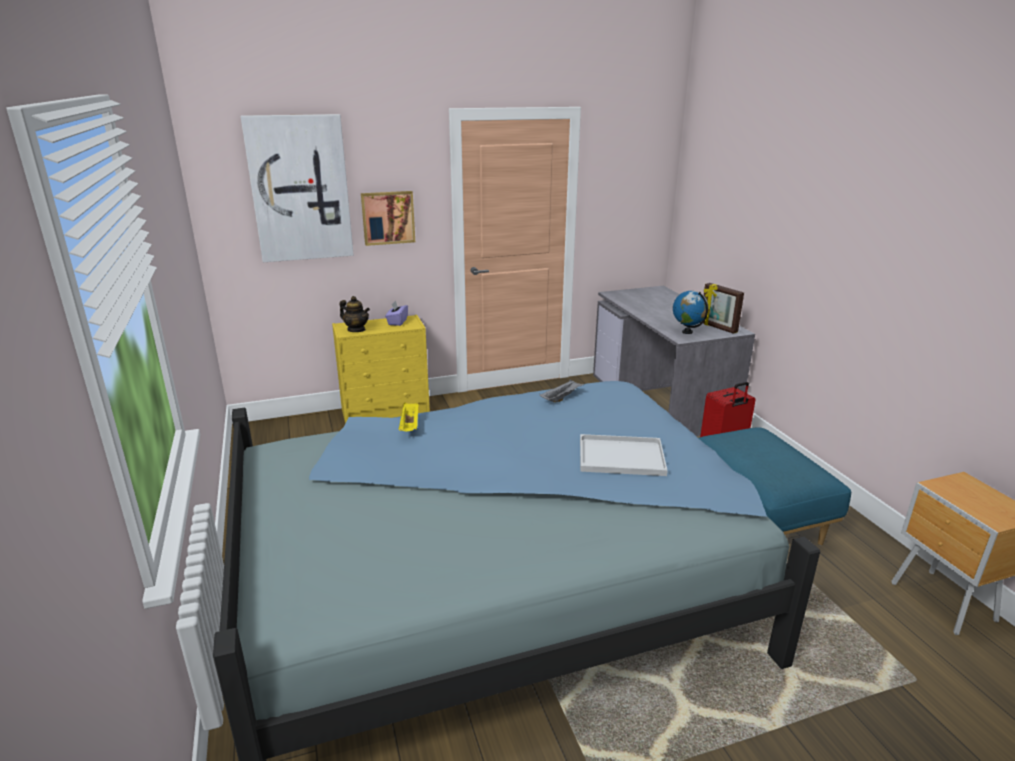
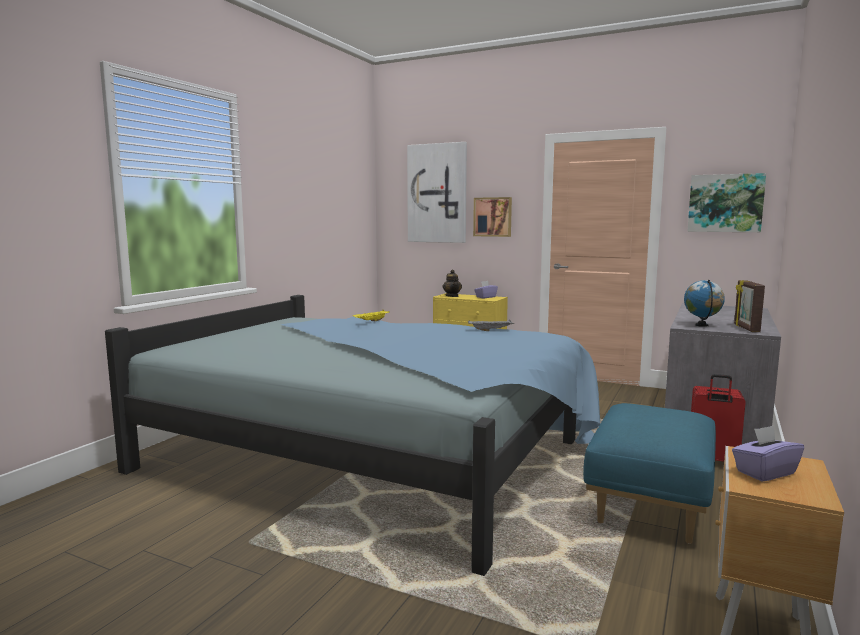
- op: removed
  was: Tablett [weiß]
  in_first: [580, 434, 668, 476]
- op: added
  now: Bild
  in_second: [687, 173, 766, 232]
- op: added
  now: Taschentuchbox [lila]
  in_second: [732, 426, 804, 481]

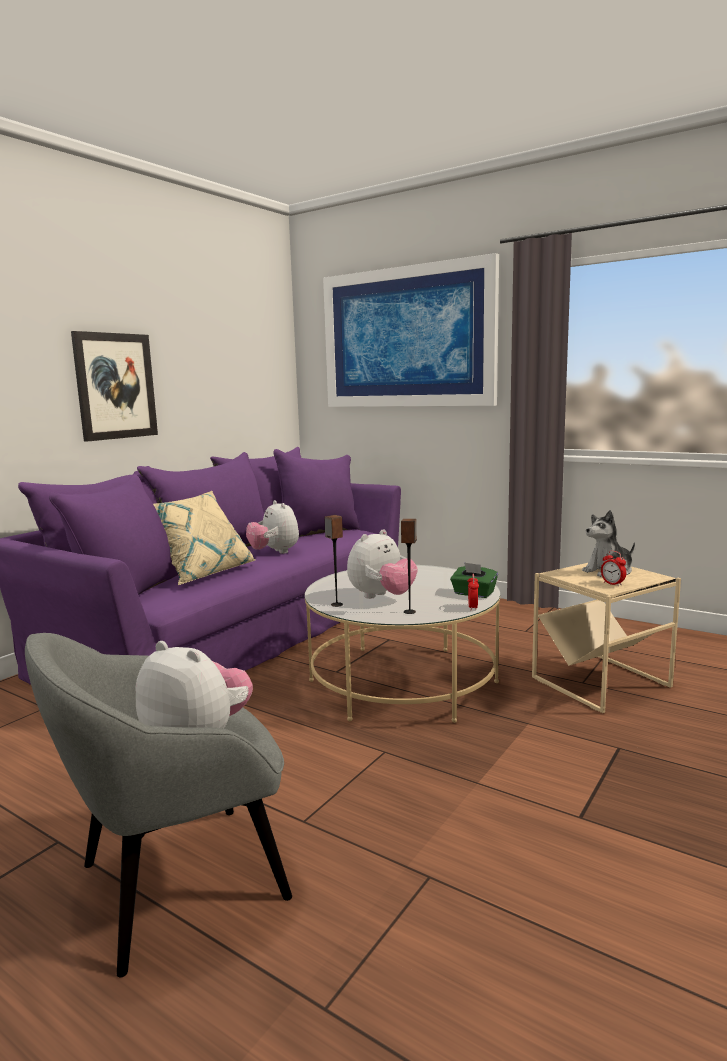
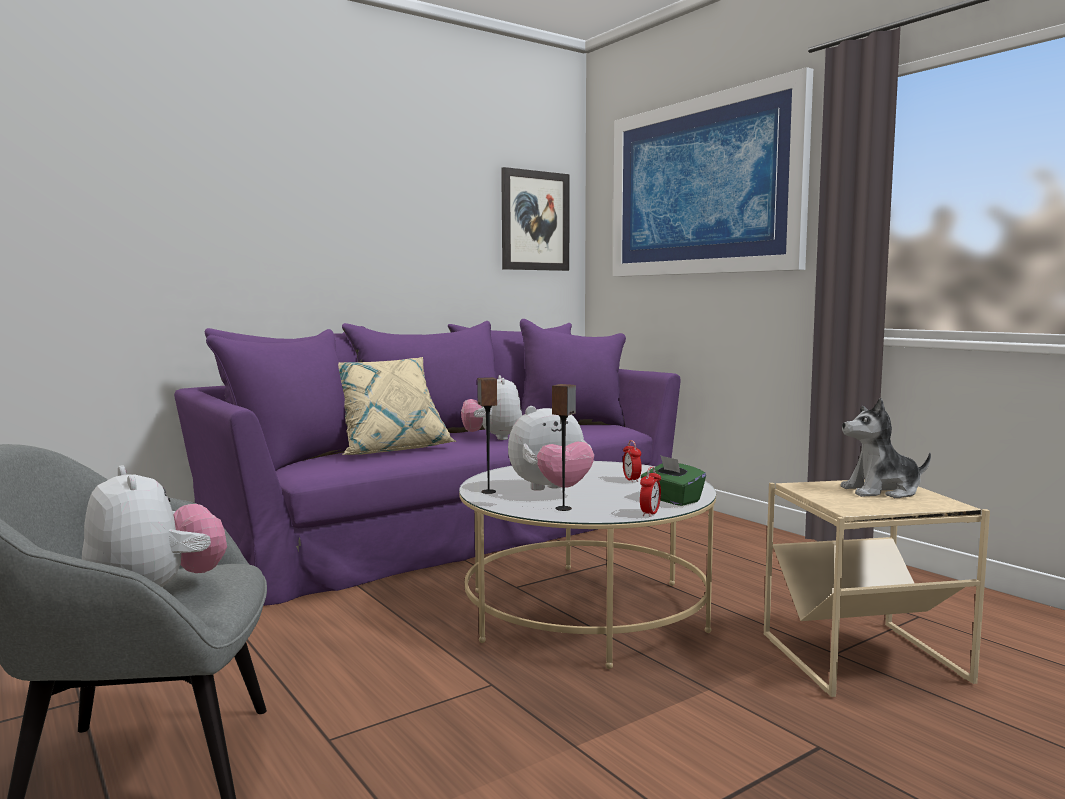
- op: moved
  was: Bild
  in_first: [71, 331, 158, 442]
  in_second: [501, 167, 569, 271]
- op: moved
  was: Wecker
  in_first: [601, 551, 626, 586]
  in_second: [623, 440, 642, 483]

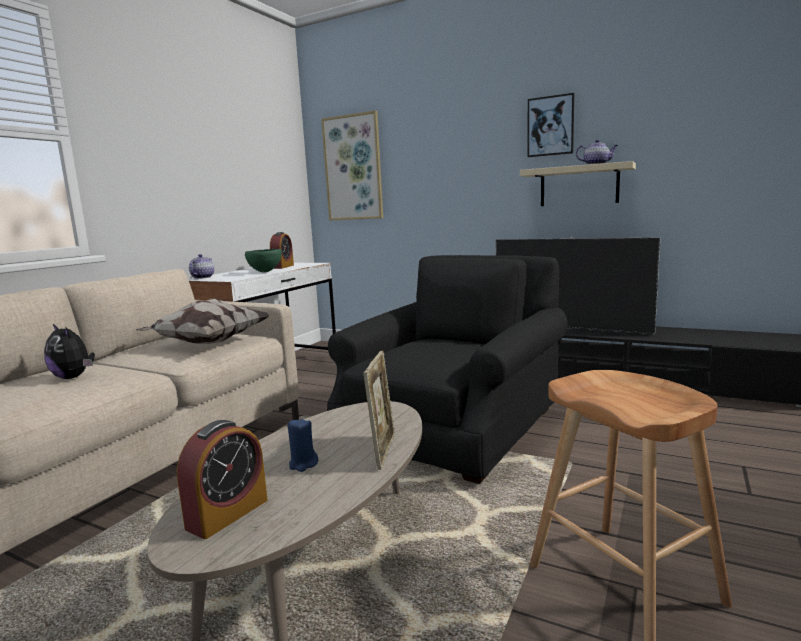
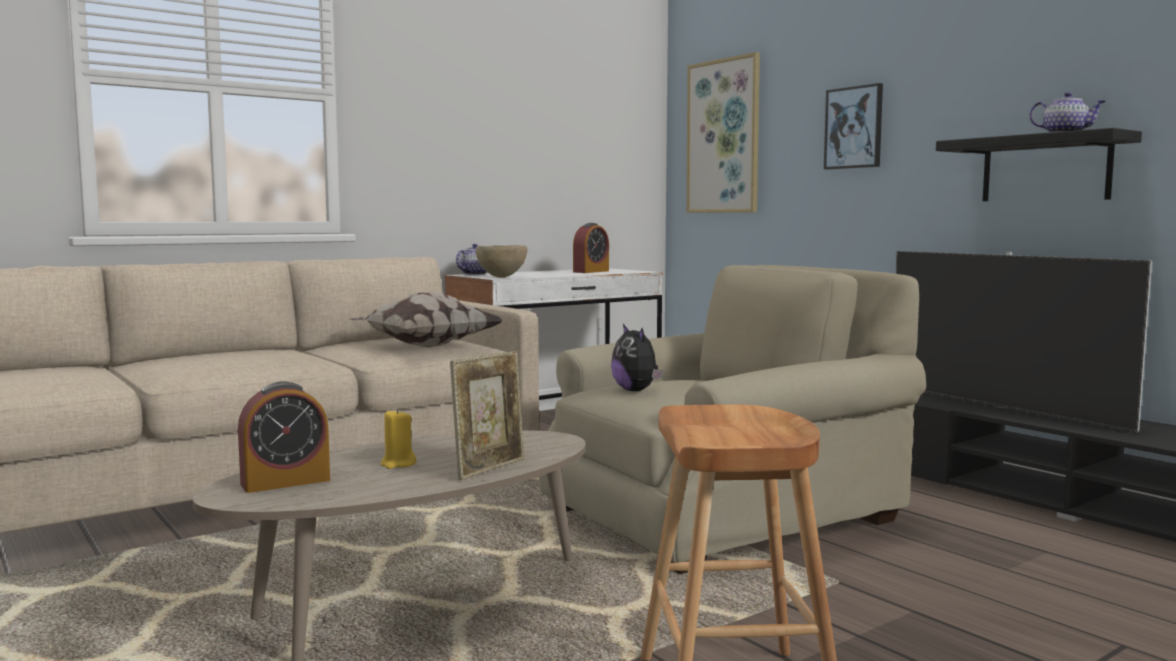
- op: removed
  was: Schüssel [grün]
  in_first: [245, 249, 282, 273]
- op: added
  now: Schüssel [braun]
  in_second: [475, 245, 527, 278]
- op: moved
  was: Plüschtier
  in_first: [44, 324, 95, 379]
  in_second: [611, 324, 663, 391]
- op: moved
  was: Bild
  in_first: [527, 93, 574, 157]
  in_second: [824, 83, 883, 170]
- op: recoloured
  was: Kerze [blau]
  now: Kerze [gelb]
  in_first: [288, 418, 318, 472]
  in_second: [381, 409, 416, 469]
- op: recoloured
  was: Sessel [schwarz]
  now: Sessel [beige]
  in_first: [327, 255, 568, 484]
  in_second: [539, 265, 926, 574]
- op: recoloured
  was: Wandregal [beige]
  now: Wandregal [schwarz]
  in_first: [520, 161, 636, 206]
  in_second: [936, 128, 1142, 201]

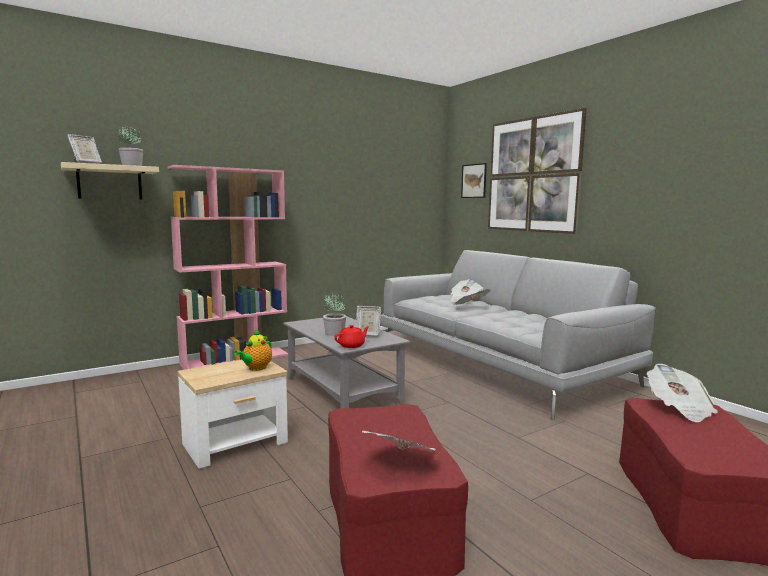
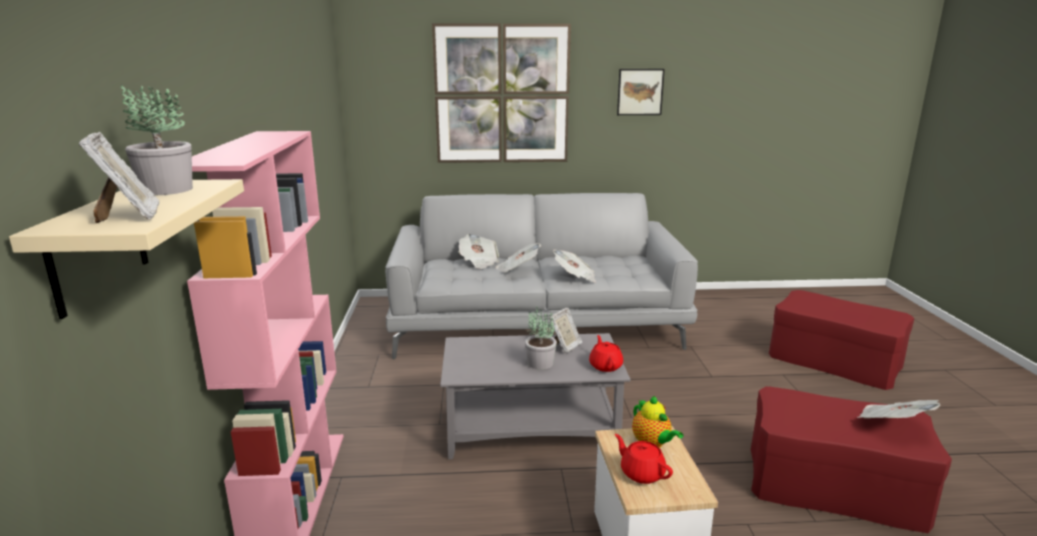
- op: added
  now: Teekanne [rot]
  in_second: [615, 434, 673, 484]
- op: moved
  was: Bild
  in_first: [461, 163, 487, 198]
  in_second: [617, 69, 665, 115]
- op: moved
  was: Zeitung
  in_first: [647, 364, 718, 422]
  in_second: [553, 250, 596, 282]

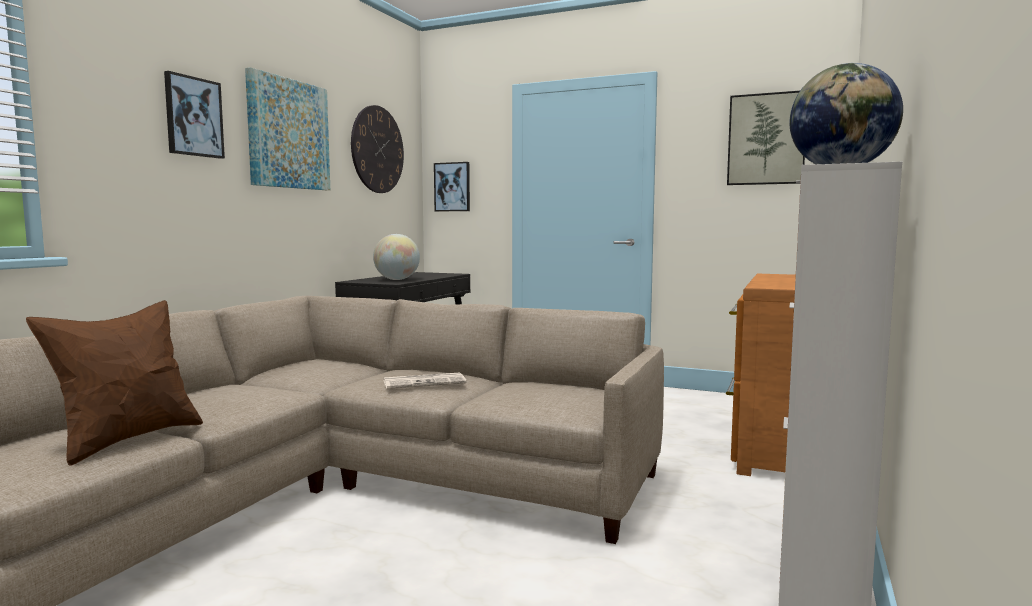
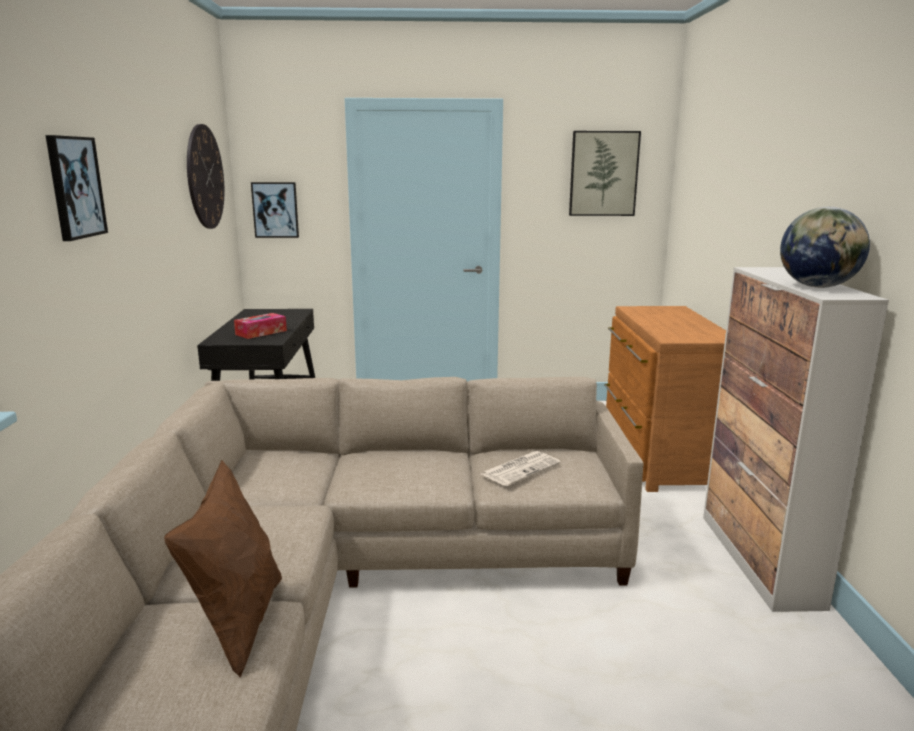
- op: removed
  was: Bild
  in_first: [245, 67, 330, 190]
- op: moved
  was: Zeitung
  in_first: [383, 372, 467, 389]
  in_second: [481, 451, 561, 486]
- op: replaced
  was: Globus
  now: Taschentuchbox
  in_first: [373, 234, 420, 280]
  in_second: [234, 313, 287, 339]

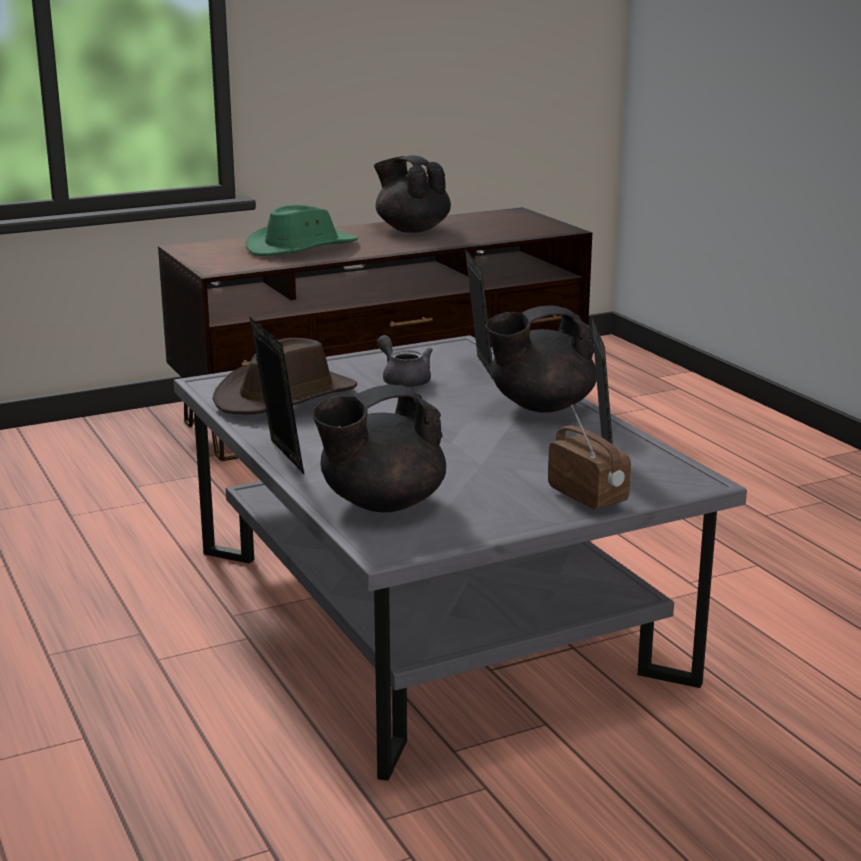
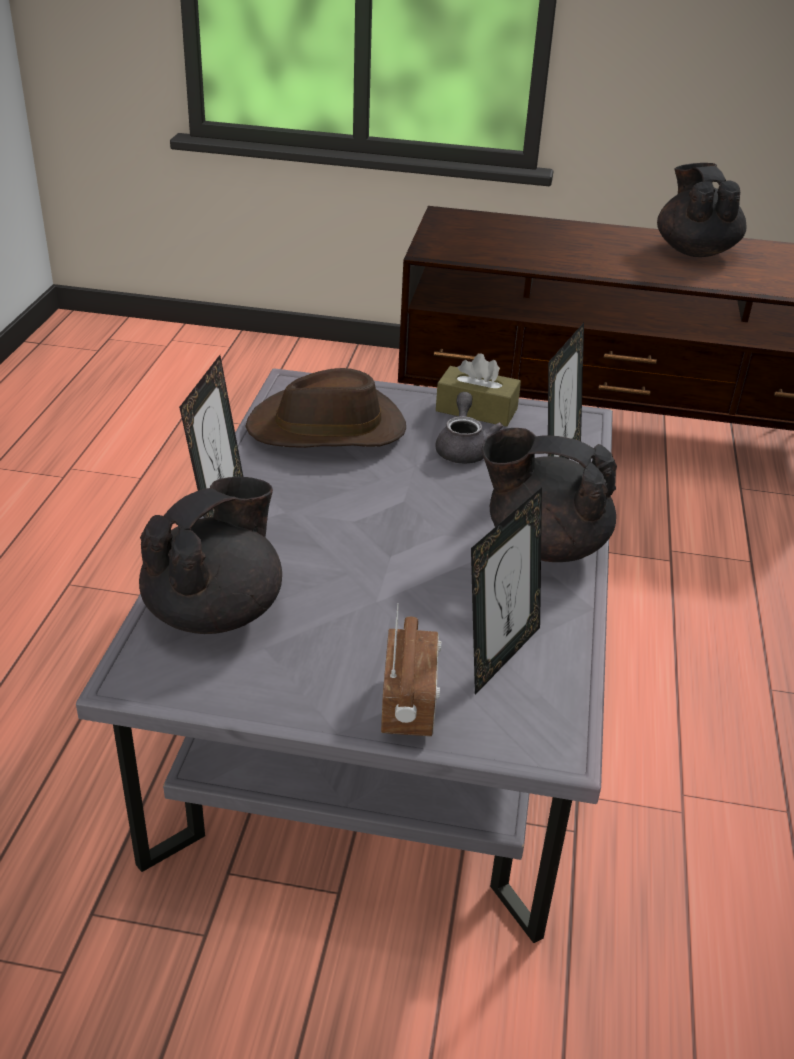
- op: removed
  was: Hut [grün]
  in_first: [246, 205, 358, 256]
- op: added
  now: Taschentuchbox [braun]
  in_second: [436, 353, 521, 427]
- op: turned
  was: Teekanne [schwarz]
  in_first: [312, 384, 446, 512]
  in_second: [139, 477, 282, 634]
  clockwise: 120

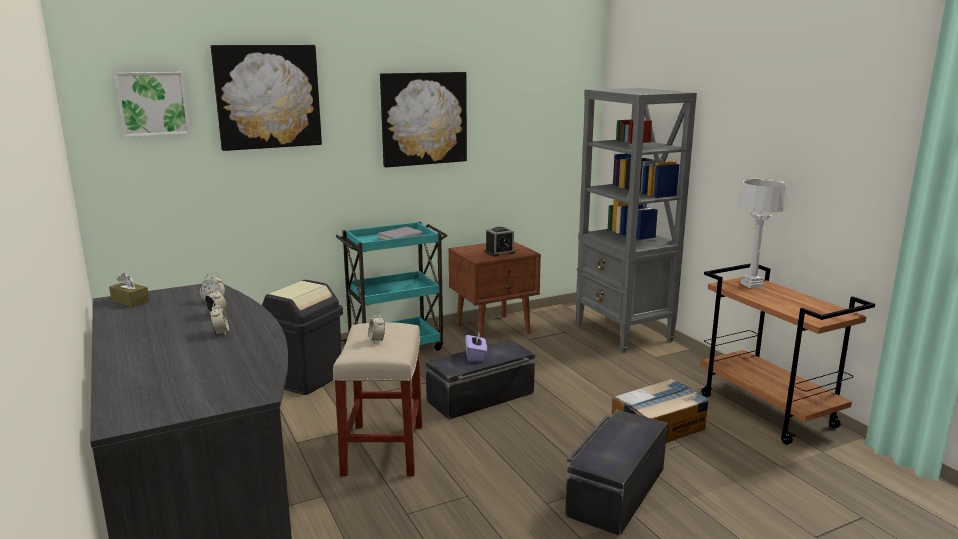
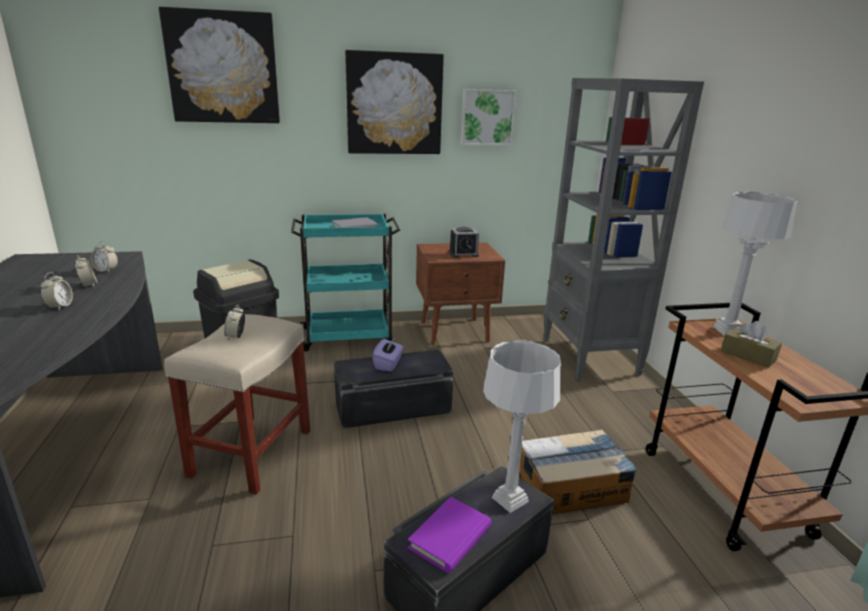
- op: added
  now: Buch [lila]
  in_second: [407, 497, 491, 574]
- op: added
  now: Tischlampe [grau]
  in_second: [483, 341, 561, 513]
- op: moved
  was: Taschentuchbox [braun]
  in_first: [109, 273, 149, 307]
  in_second: [721, 321, 782, 368]
- op: moved
  was: Bild
  in_first: [115, 72, 190, 137]
  in_second: [461, 89, 516, 146]

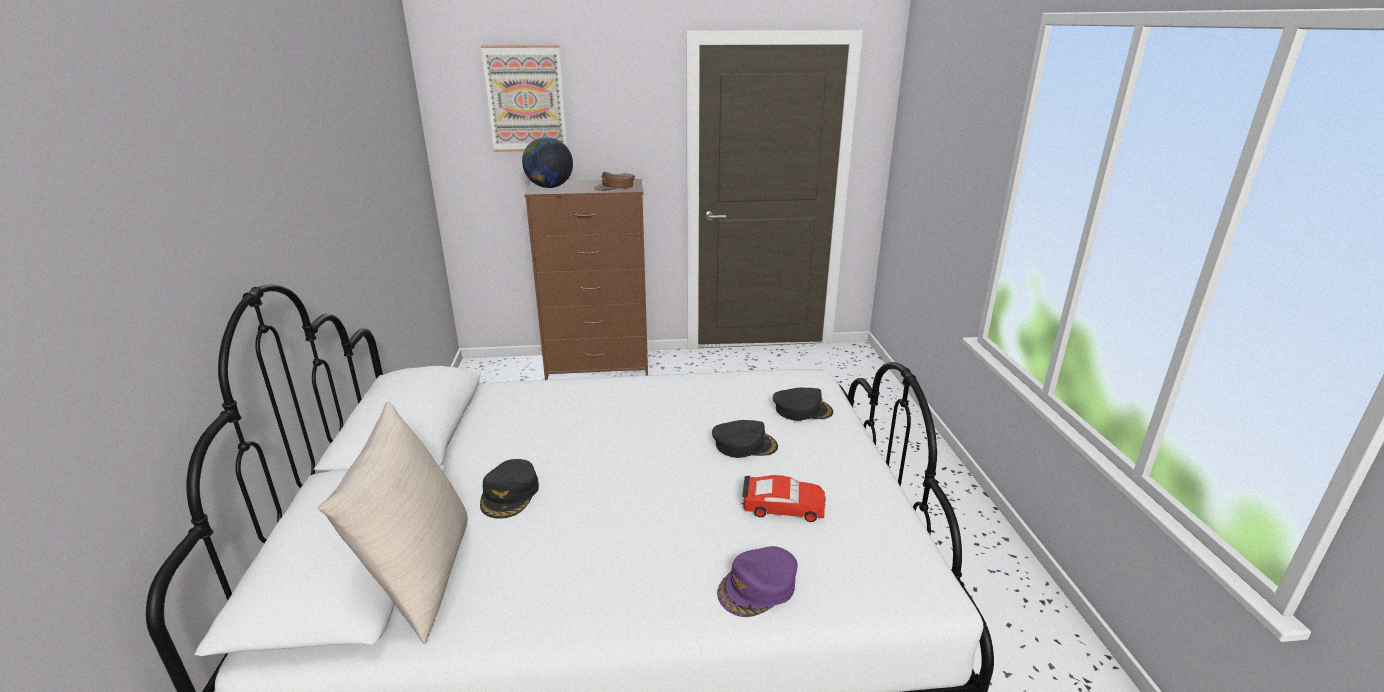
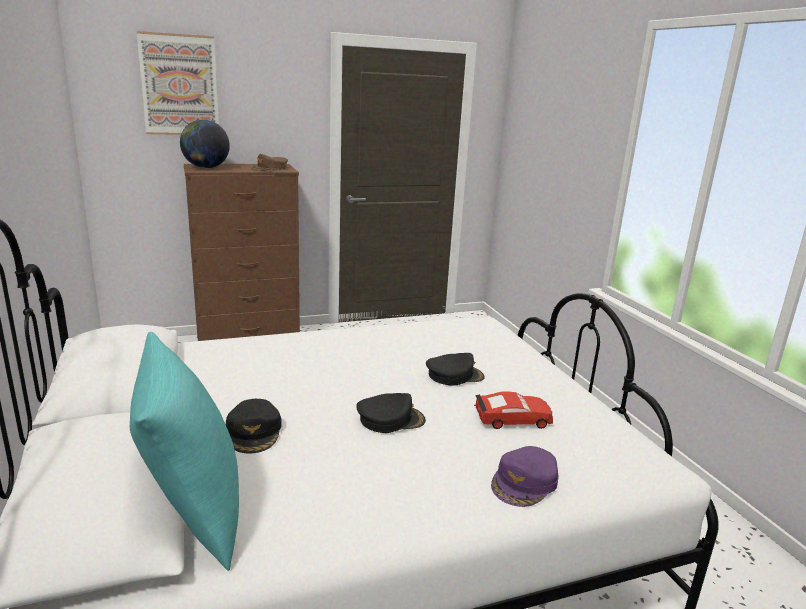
- op: moved
  was: Kappe [schwarz]
  in_first: [773, 388, 833, 421]
  in_second: [356, 393, 426, 433]
- op: recoloured
  was: Kissen [beige]
  now: Kissen [türkis]
  in_first: [318, 402, 468, 644]
  in_second: [130, 332, 239, 571]

